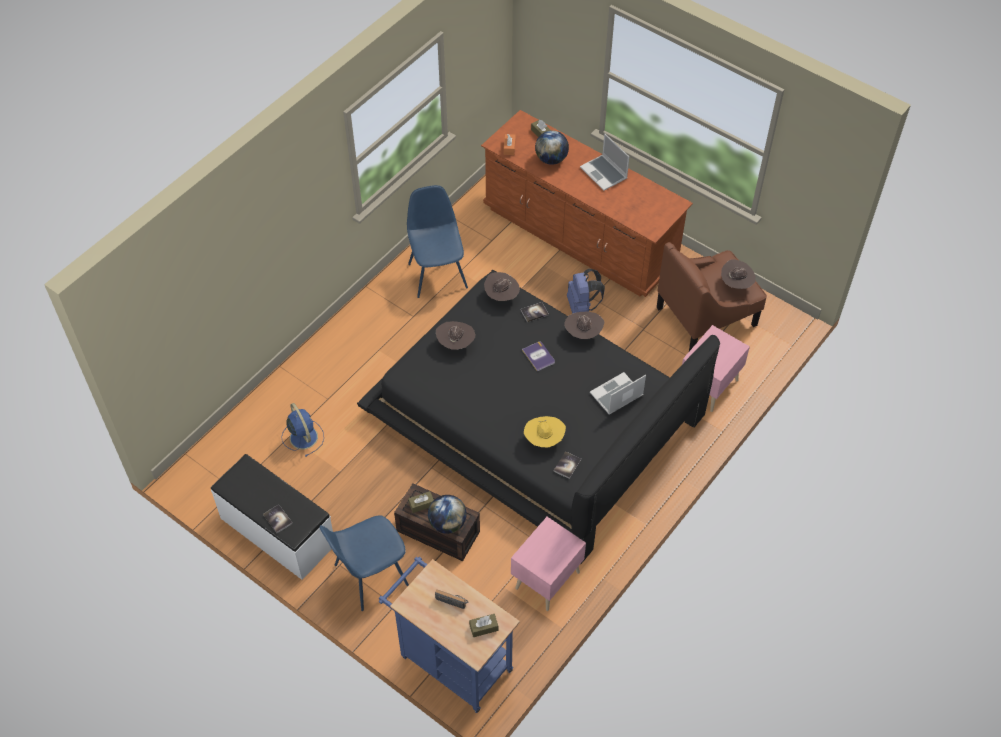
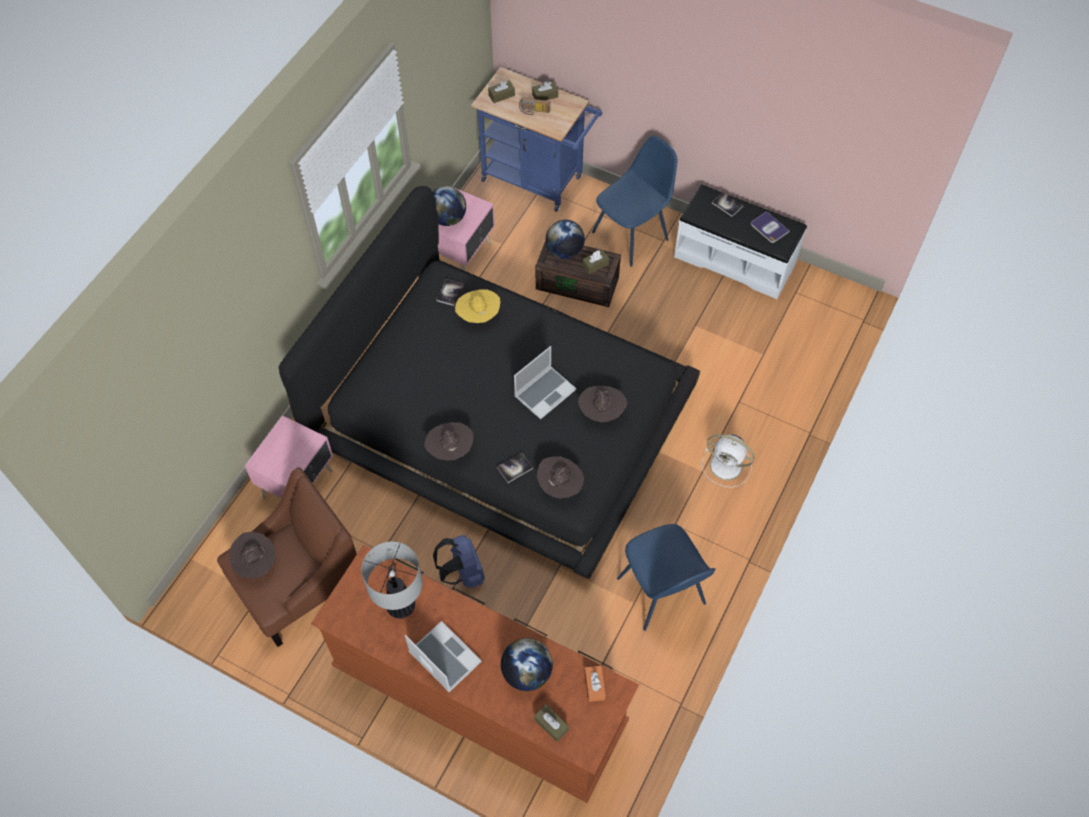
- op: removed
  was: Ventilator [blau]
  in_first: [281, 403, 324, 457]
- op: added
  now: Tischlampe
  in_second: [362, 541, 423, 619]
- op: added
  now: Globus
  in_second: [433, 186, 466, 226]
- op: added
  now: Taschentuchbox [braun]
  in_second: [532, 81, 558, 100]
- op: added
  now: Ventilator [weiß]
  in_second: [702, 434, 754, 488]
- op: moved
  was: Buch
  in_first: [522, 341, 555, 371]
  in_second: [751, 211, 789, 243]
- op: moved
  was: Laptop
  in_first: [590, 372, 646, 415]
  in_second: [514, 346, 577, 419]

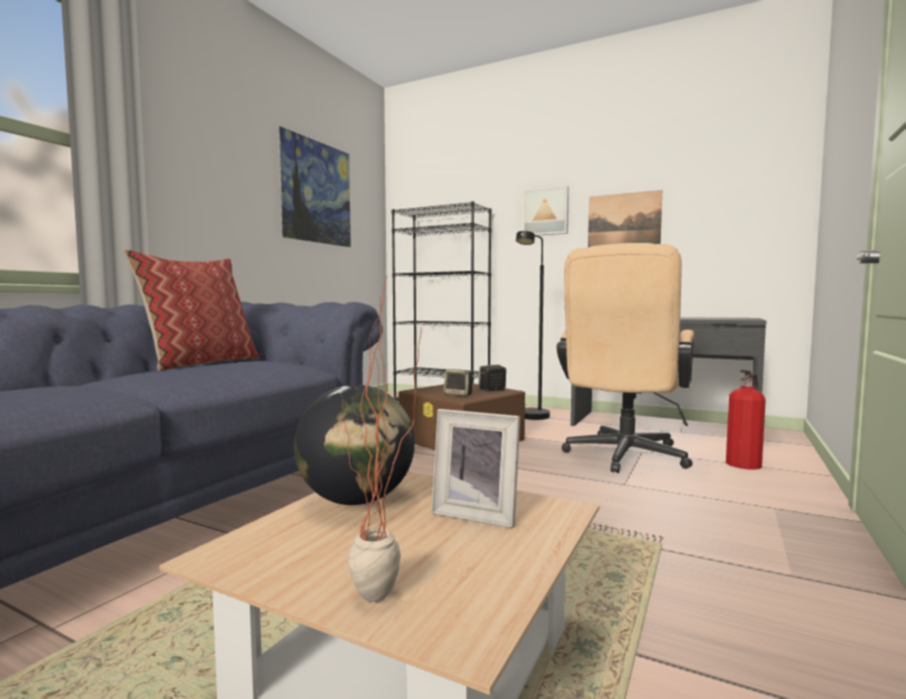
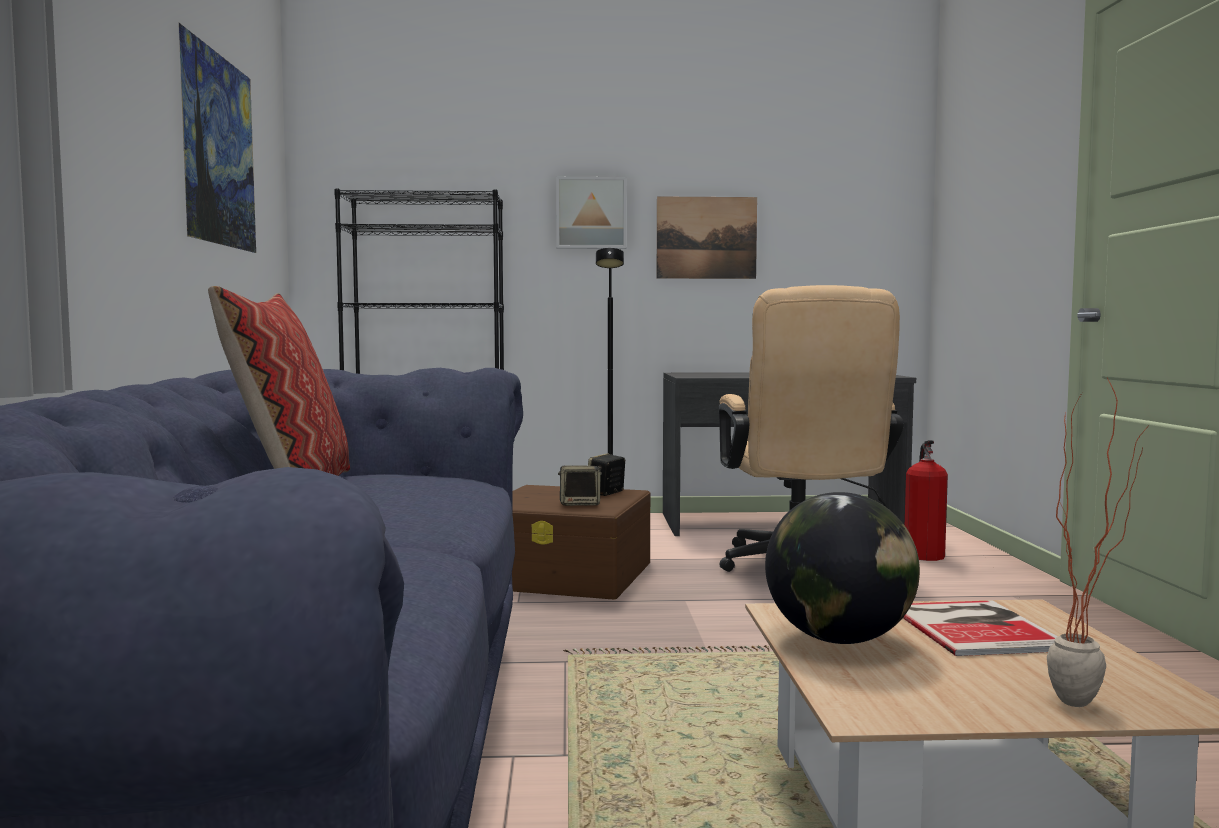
- op: replaced
  was: Bilderrahmen
  now: Buch
  in_first: [431, 409, 520, 528]
  in_second: [903, 600, 1058, 656]

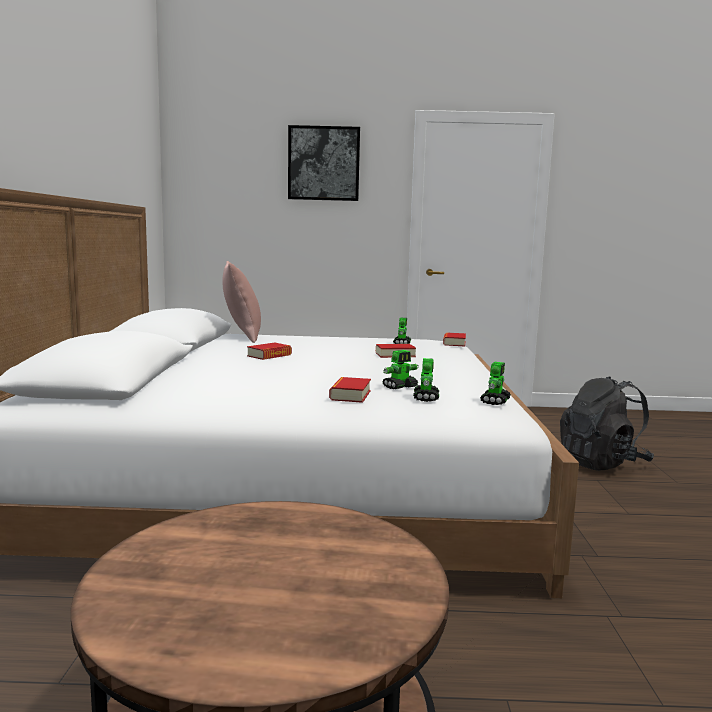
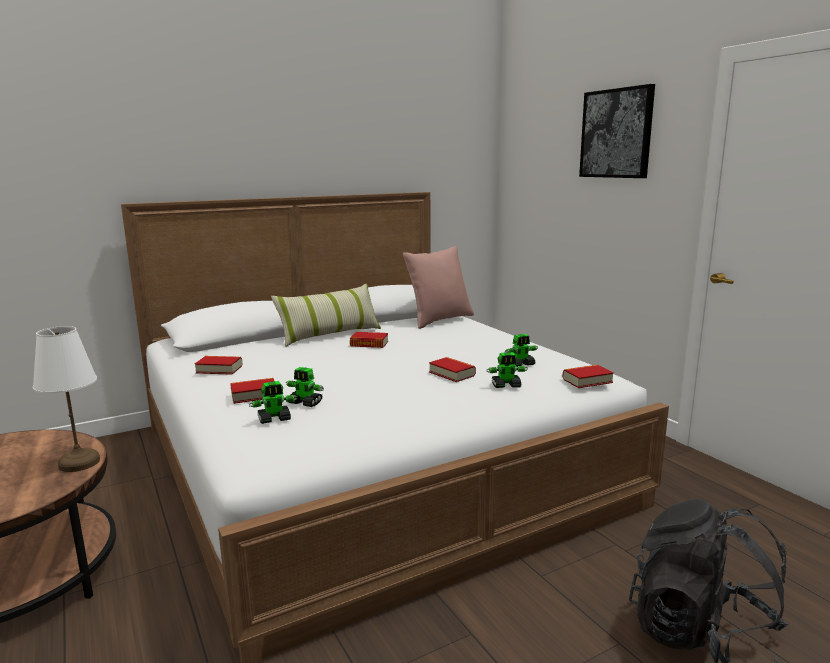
- op: added
  now: Tischlampe [weiß]
  in_second: [33, 326, 100, 472]
- op: added
  now: Buch
  in_second: [195, 356, 242, 375]
- op: added
  now: Kissen
  in_second: [271, 283, 381, 347]
- op: moved
  was: Spielzeugroboter
  in_first: [480, 362, 511, 405]
  in_second: [486, 352, 528, 388]

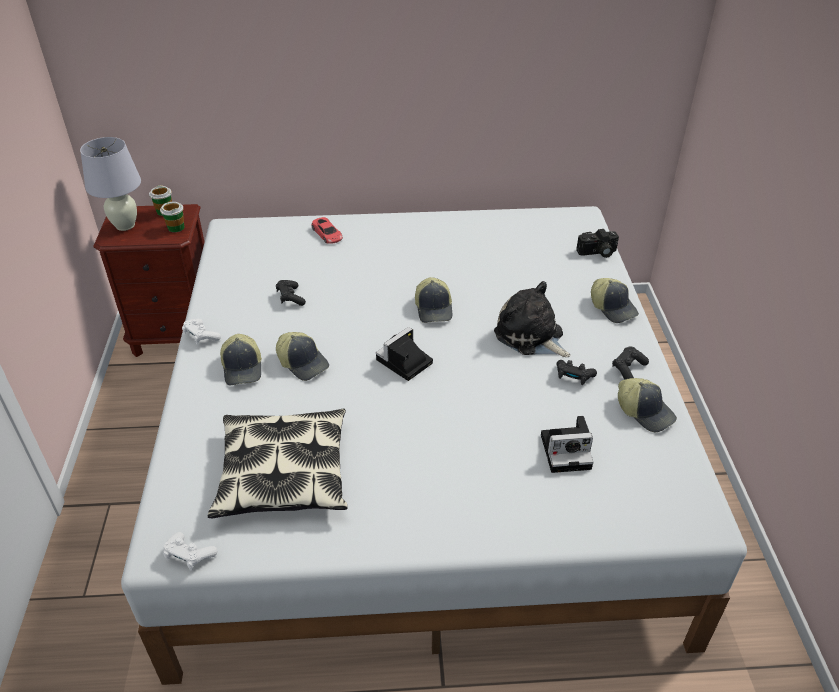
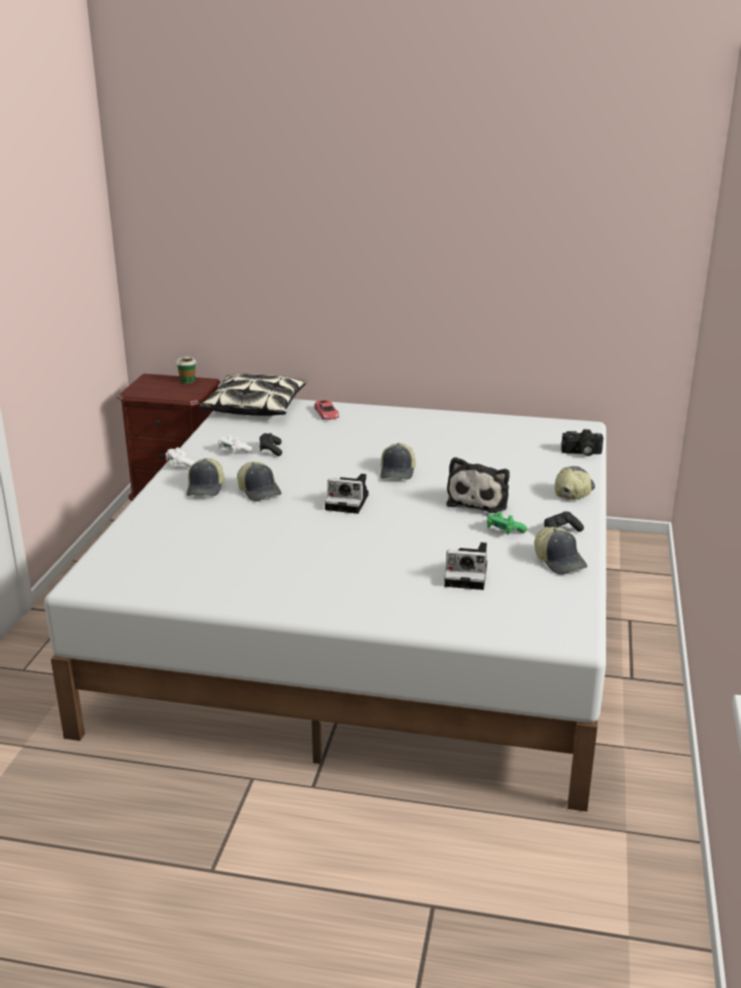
- op: removed
  was: Tischlampe [weiß]
  in_first: [80, 137, 141, 231]
- op: removed
  was: Tasse
  in_first: [160, 202, 184, 232]
- op: moved
  was: Gamepad [weiß]
  in_first: [163, 532, 218, 571]
  in_second: [218, 435, 252, 454]
- op: moved
  was: Kissen
  in_first: [208, 408, 348, 518]
  in_second: [199, 374, 307, 416]
- op: recoloured
  was: Gamepad [schwarz]
  now: Gamepad [grün]
  in_first: [556, 360, 597, 385]
  in_second: [487, 512, 527, 535]
- op: turned
  was: Kamera
  in_first: [376, 327, 433, 381]
  in_second: [325, 473, 368, 514]
  clockwise: -135
- op: turned
  was: Plüschtier
  in_first: [494, 281, 571, 357]
  in_second: [446, 457, 510, 513]
  clockwise: -135
- op: turned
  was: Kappe
  in_first: [591, 278, 639, 323]
  in_second: [555, 466, 595, 500]
  clockwise: -135

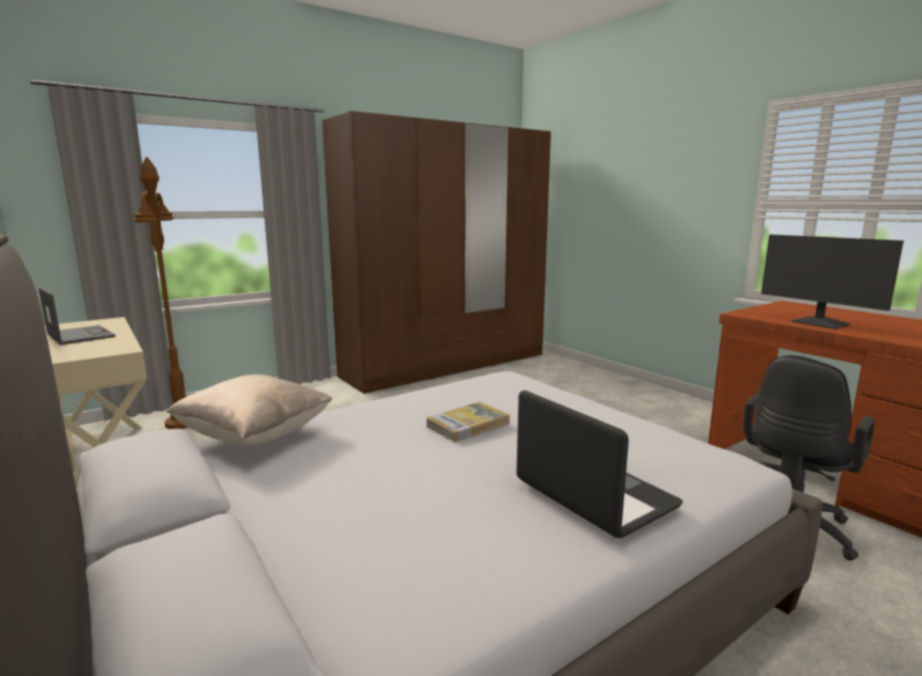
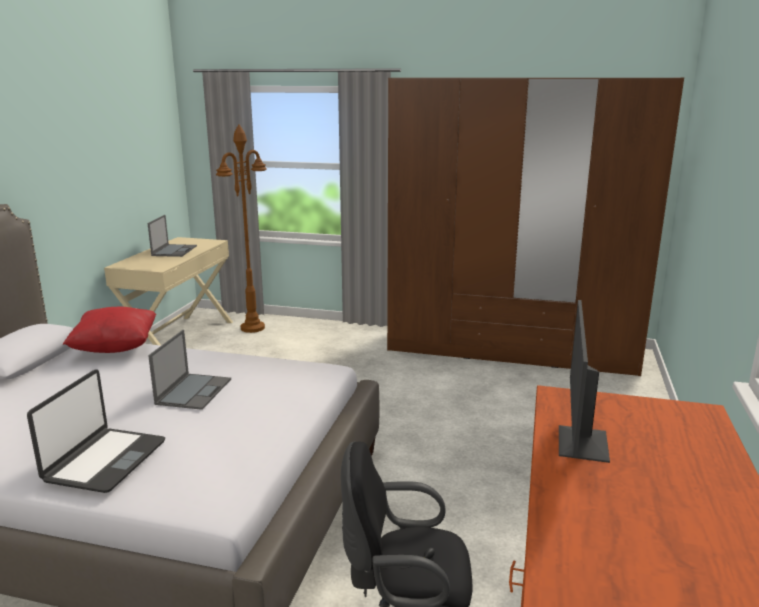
- op: replaced
  was: Buch
  now: Laptop
  in_first: [426, 402, 510, 443]
  in_second: [148, 330, 231, 410]
- op: recoloured
  was: Kissen [beige]
  now: Kissen [rot]
  in_first: [166, 374, 333, 447]
  in_second: [63, 307, 156, 353]

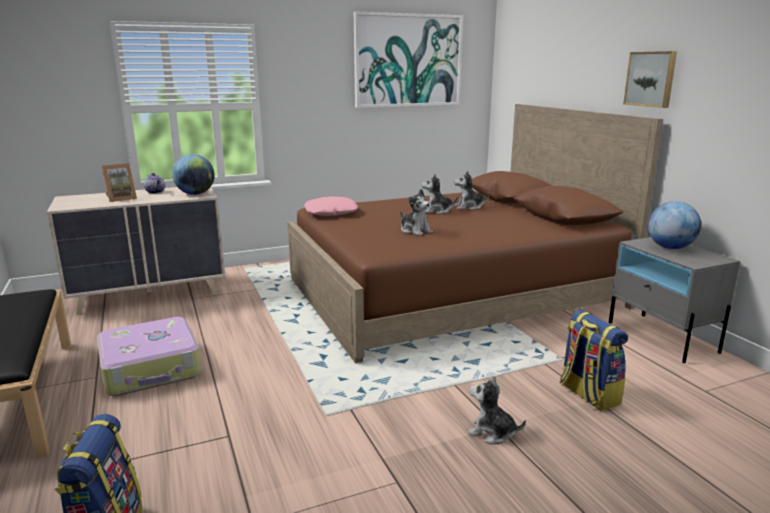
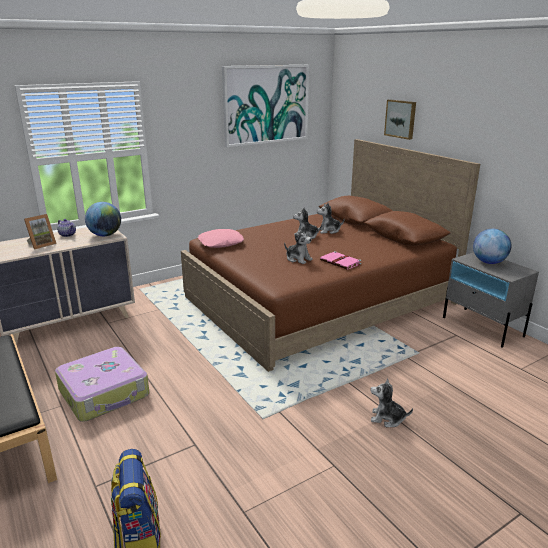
- op: removed
  was: Rucksack
  in_first: [560, 309, 628, 411]
- op: added
  now: Buch [rosa]
  in_second: [320, 251, 361, 270]
- op: moved
  was: Bild
  in_first: [623, 51, 677, 108]
  in_second: [384, 99, 416, 140]

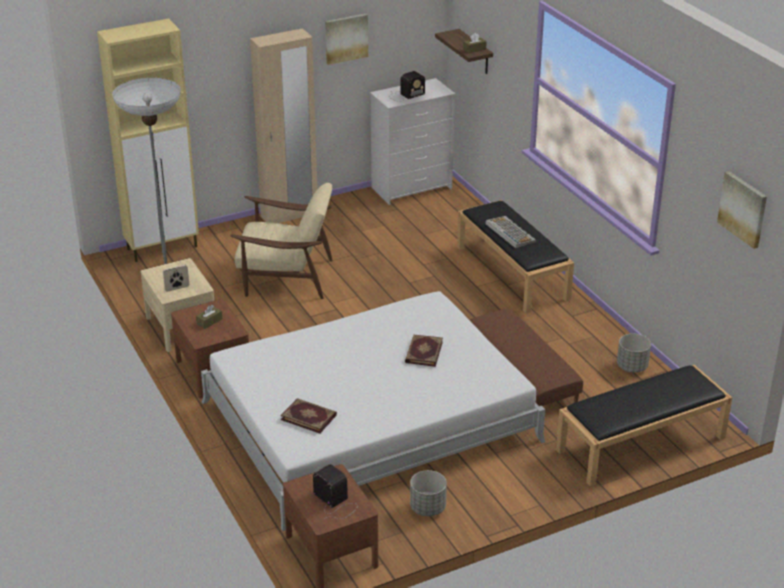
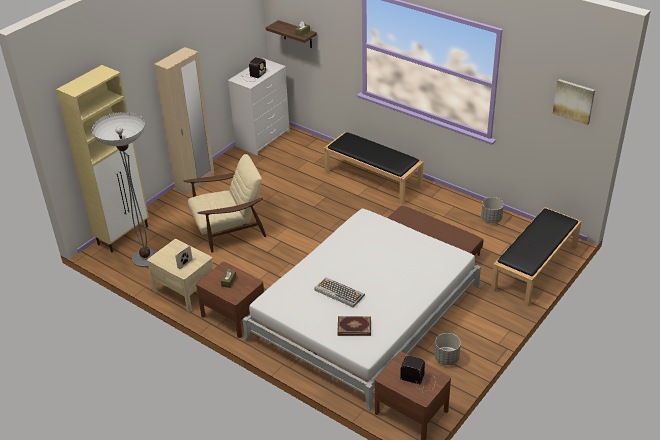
- op: removed
  was: Bild
  in_first: [325, 14, 368, 65]
- op: removed
  was: Buch
  in_first: [405, 334, 443, 367]
- op: moved
  was: Tastatur
  in_first: [485, 216, 536, 248]
  in_second: [315, 277, 365, 308]

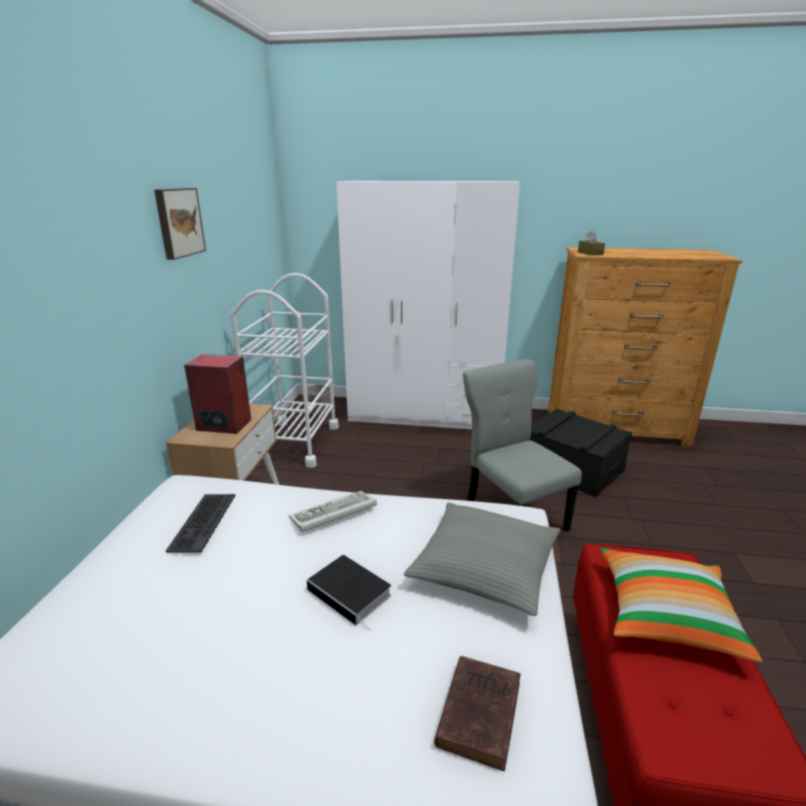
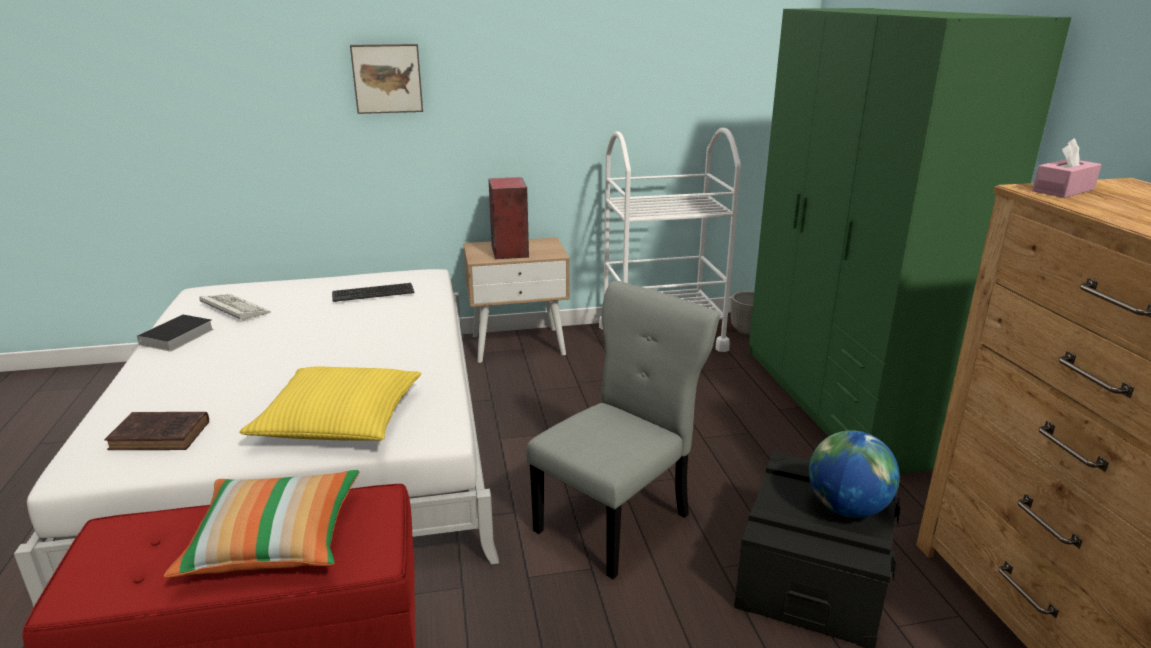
- op: added
  now: Globus
  in_second: [809, 430, 900, 518]
- op: moved
  was: Bild
  in_first: [154, 188, 206, 260]
  in_second: [350, 44, 423, 114]
- op: moved
  was: Tastatur
  in_first: [289, 491, 377, 532]
  in_second: [199, 294, 271, 321]
- op: moved
  was: Buch
  in_first: [307, 555, 391, 631]
  in_second: [135, 314, 214, 351]
- op: recoloured
  was: Kleiderschrank [weiß]
  now: Kleiderschrank [grün]
  in_first: [336, 181, 520, 429]
  in_second: [749, 8, 1071, 474]
- op: recoloured
  was: Kissen [grau]
  now: Kissen [gelb]
  in_first: [404, 503, 560, 616]
  in_second: [239, 367, 421, 441]
- op: recoloured
  was: Taschentuchbox [braun]
  now: Taschentuchbox [rosa]
  in_first: [578, 231, 605, 255]
  in_second: [1032, 138, 1102, 198]

